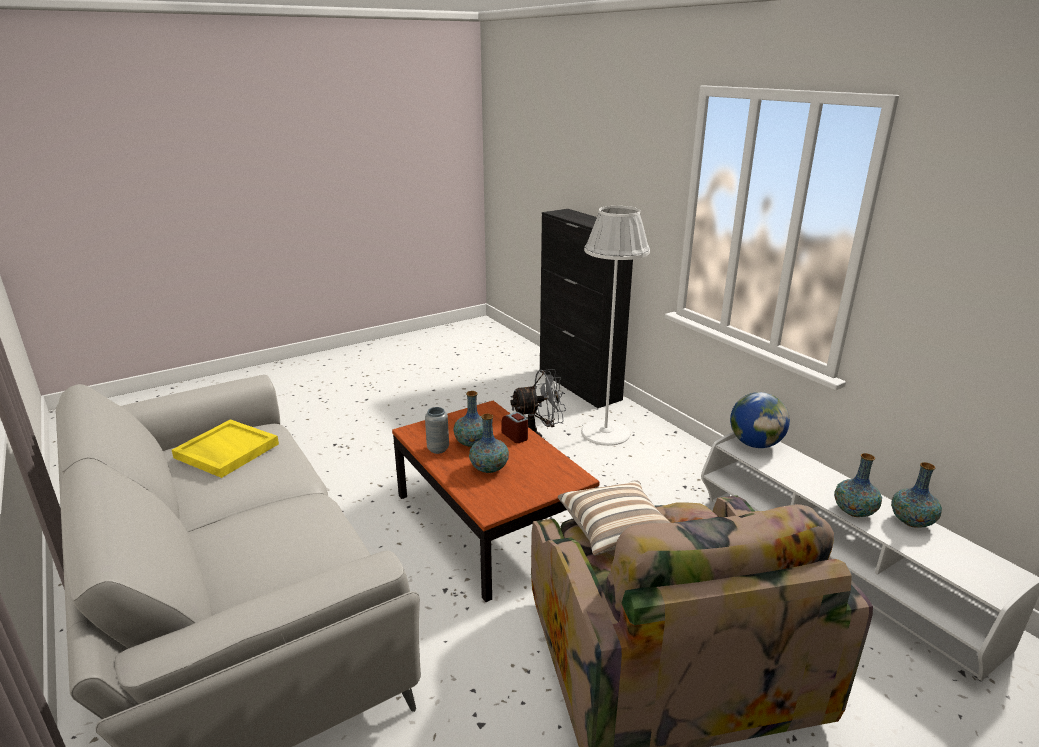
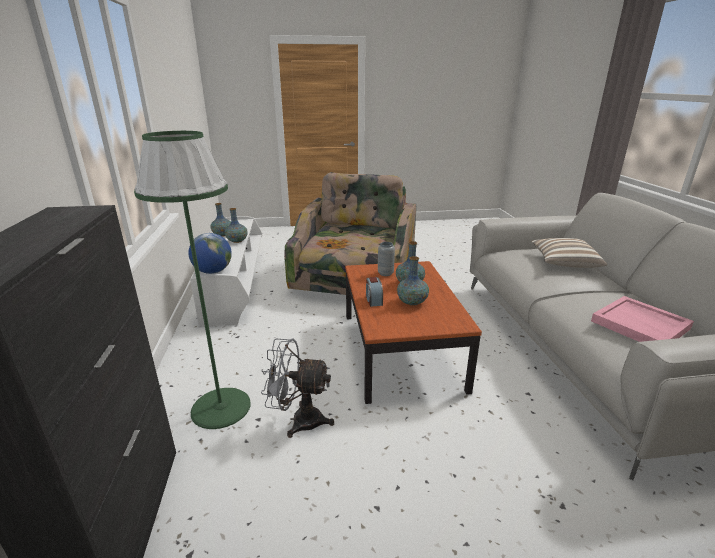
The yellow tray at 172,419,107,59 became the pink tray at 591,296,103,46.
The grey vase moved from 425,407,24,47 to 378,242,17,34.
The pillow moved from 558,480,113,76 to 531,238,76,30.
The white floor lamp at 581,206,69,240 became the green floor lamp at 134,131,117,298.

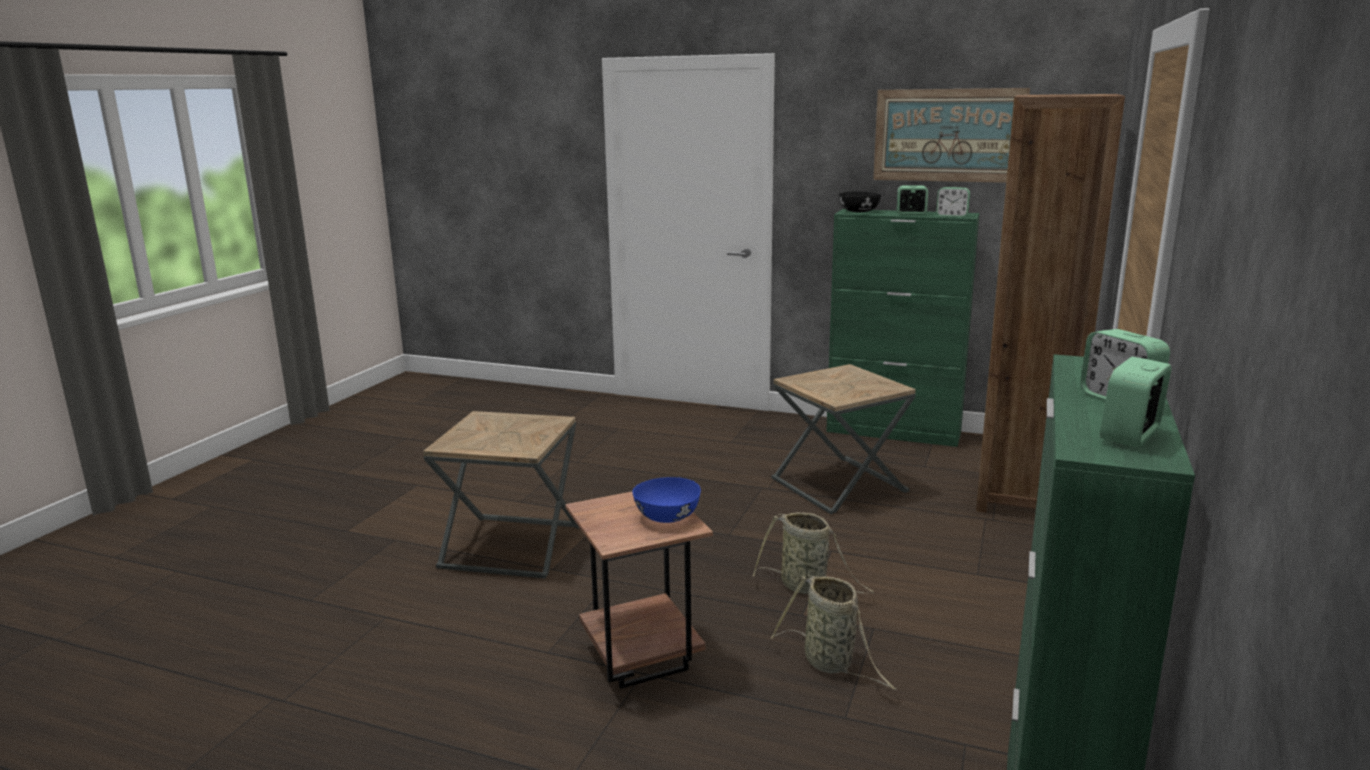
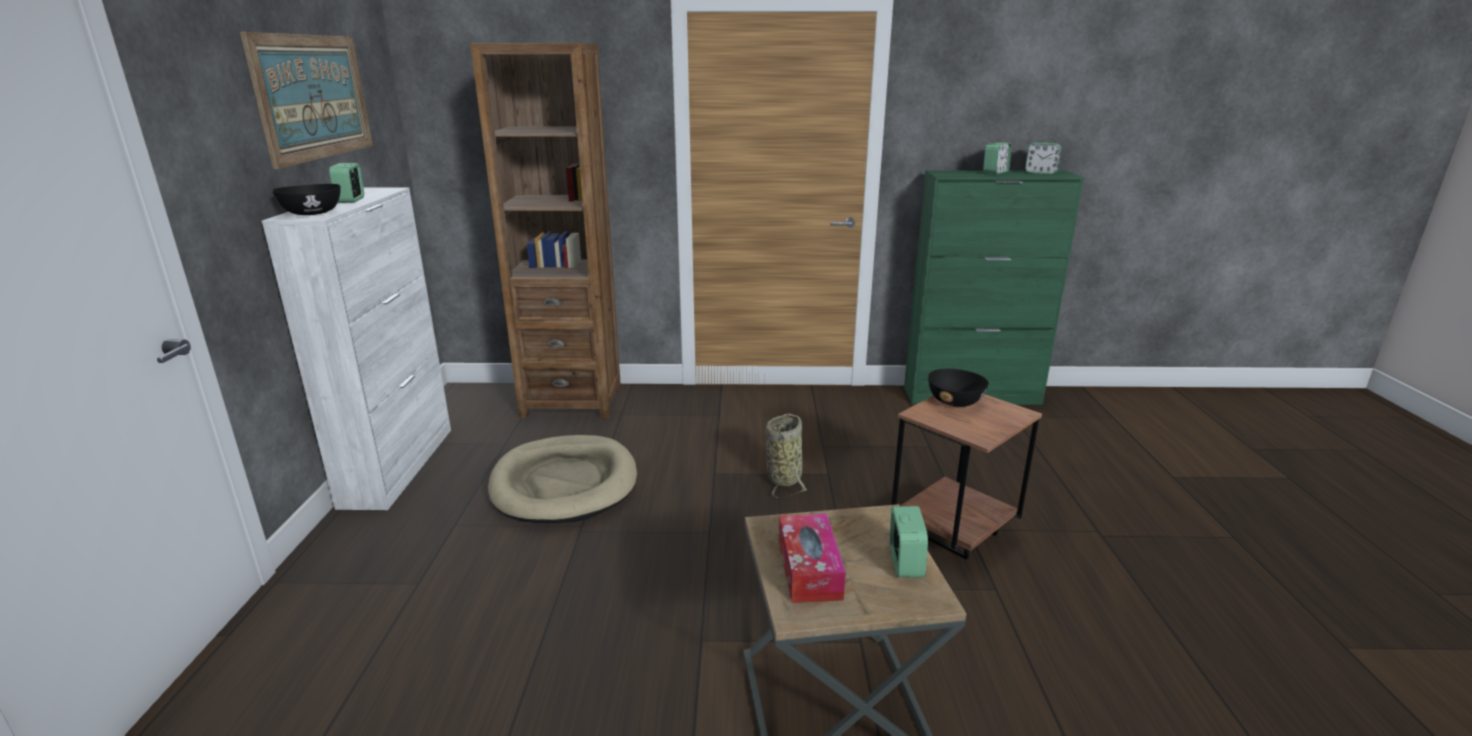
The blue bowl at 633,477,68,46 became the black bowl at 928,369,61,38.
The basket at 771,575,126,115 disappeared.
The brown side table at 772,364,144,150 was replaced by the beige dog bed at 488,435,149,88.
The green cabinet at 826,209,154,238 became the white cabinet at 262,187,189,323.
The alarm clock moved from 936,187,34,30 to 890,506,38,72.
The tissue box at 779,514,67,89 appeared.

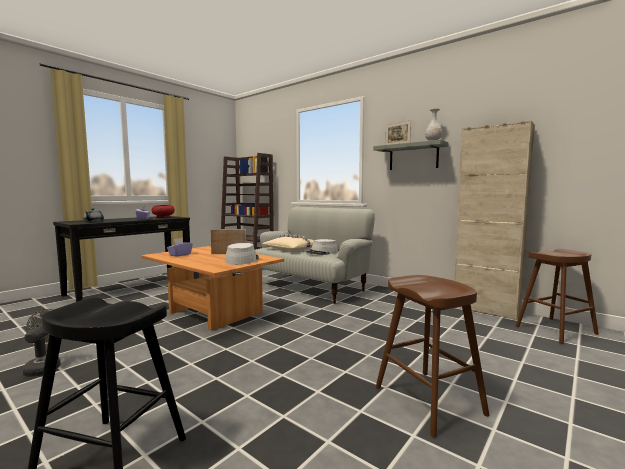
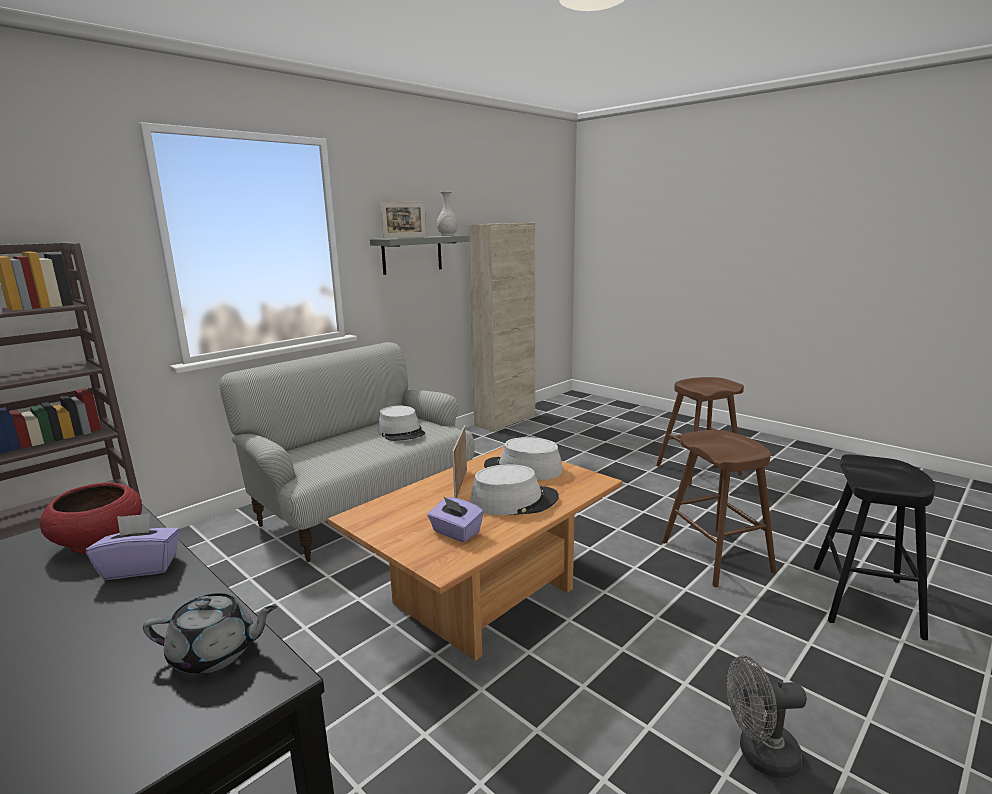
The beige pillow at 262,234,52,17 disappeared.
The brown stool moved from 516,249,83,95 to 662,430,114,157.
The grey hat at 470,464,89,51 appeared.

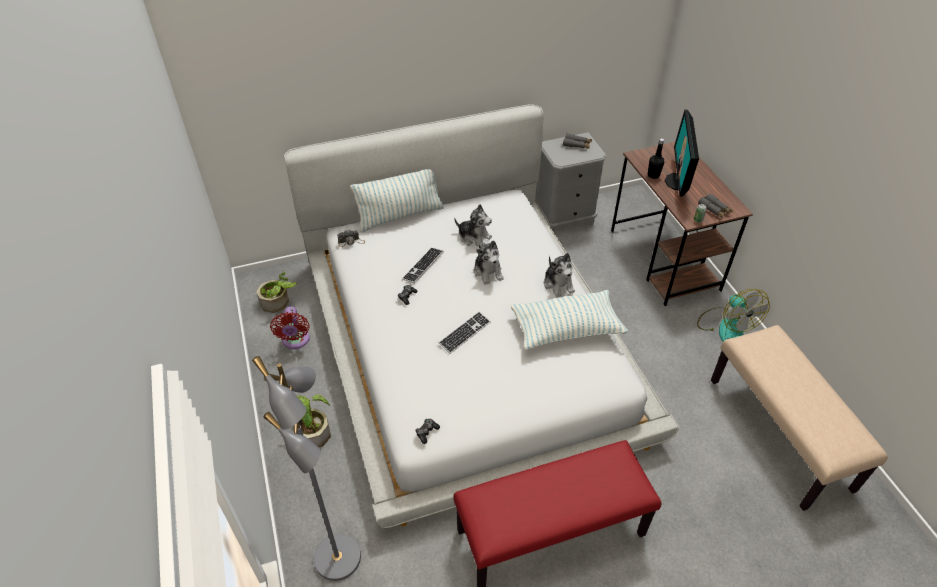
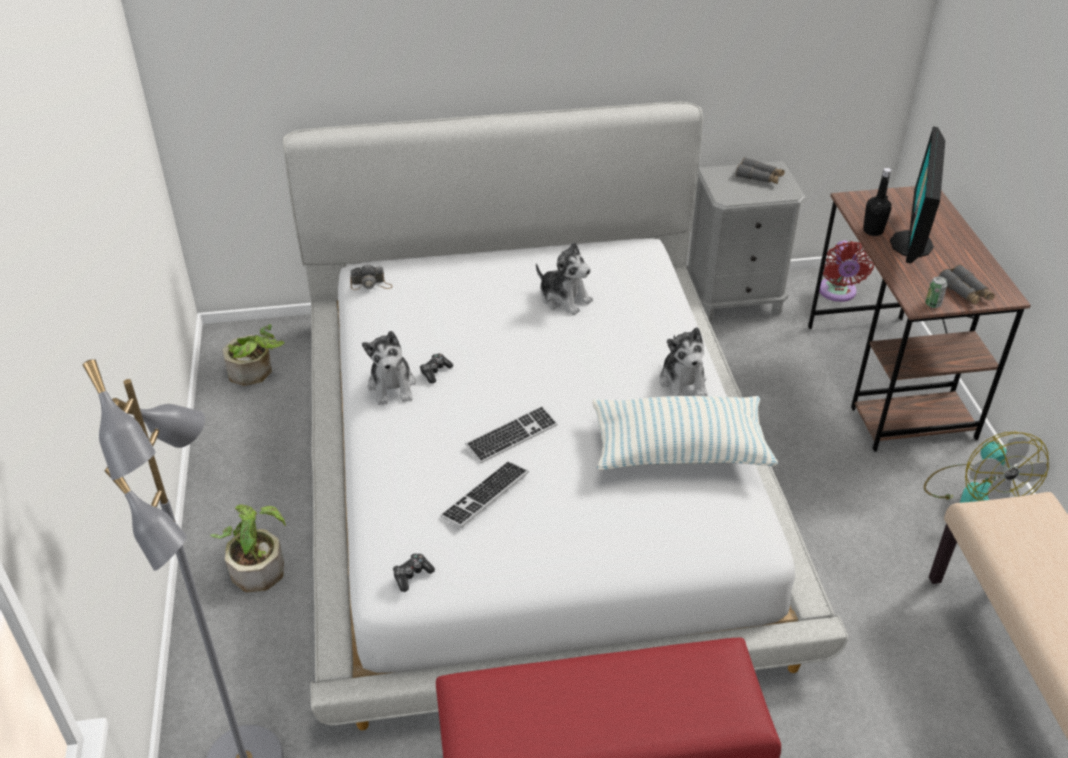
The red fan moved from 270,306,40,43 to 819,241,55,61.
The pillow at 350,169,94,63 disappeared.
The keyboard moved from 402,248,42,36 to 440,461,88,67.
The plush toy moved from 474,240,30,45 to 362,331,54,74.

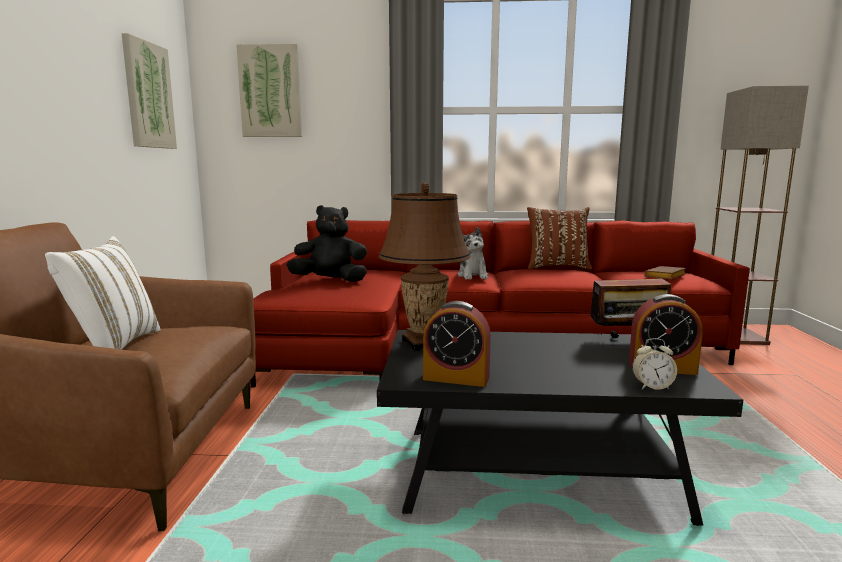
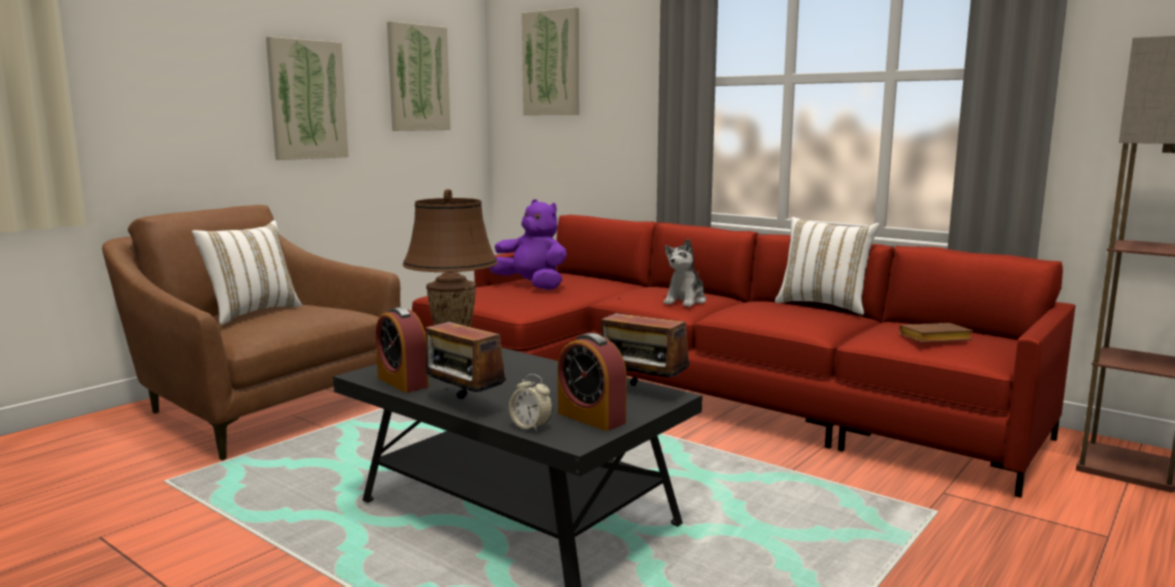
The black plush toy at 287,205,80,77 became the purple plush toy at 489,199,78,91.
The brown pillow at 527,207,65,63 became the white pillow at 775,217,105,98.
The picture at 266,37,83,123 appeared.
The radio at 426,306,80,93 appeared.

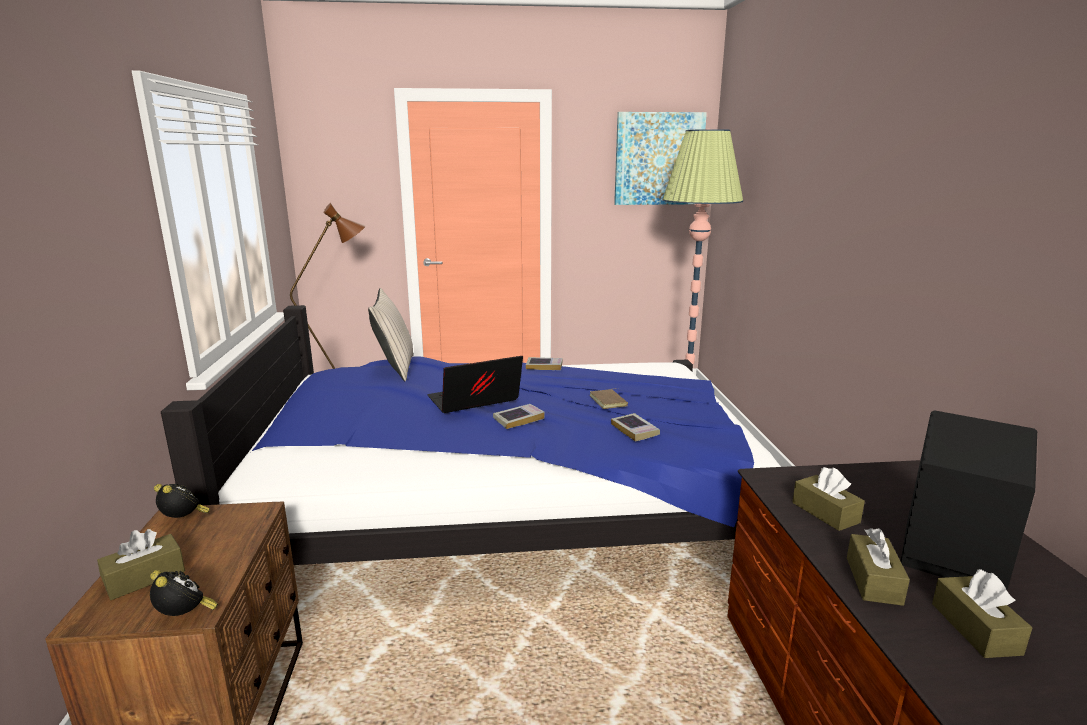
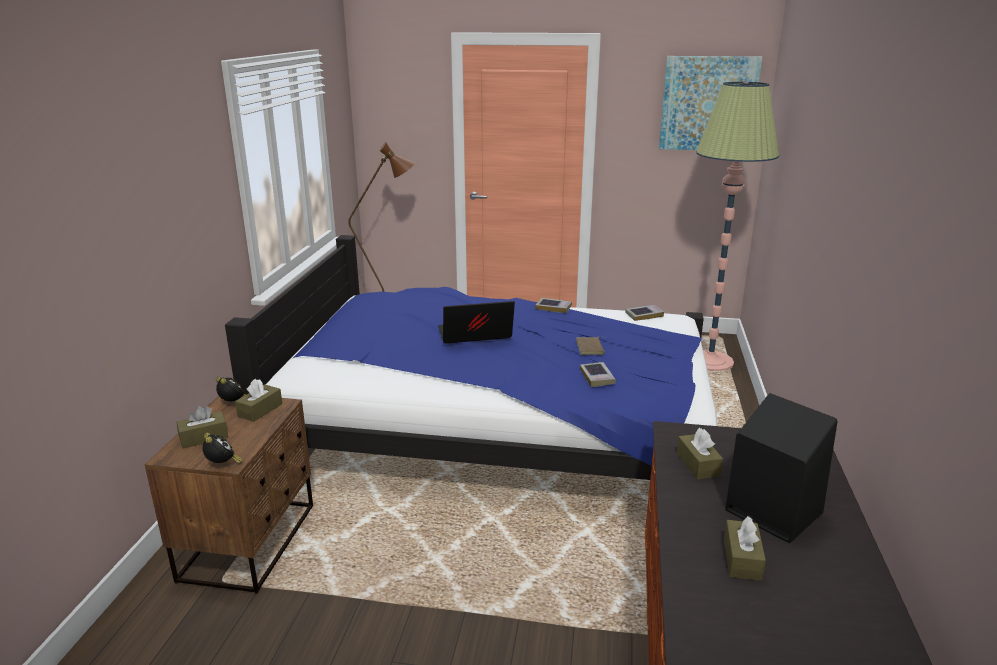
The beige pillow at 368,288,45,93 disappeared.
The book moved from 493,404,52,25 to 625,305,39,16.
The brown tissue box moved from 847,528,63,78 to 235,379,47,43.

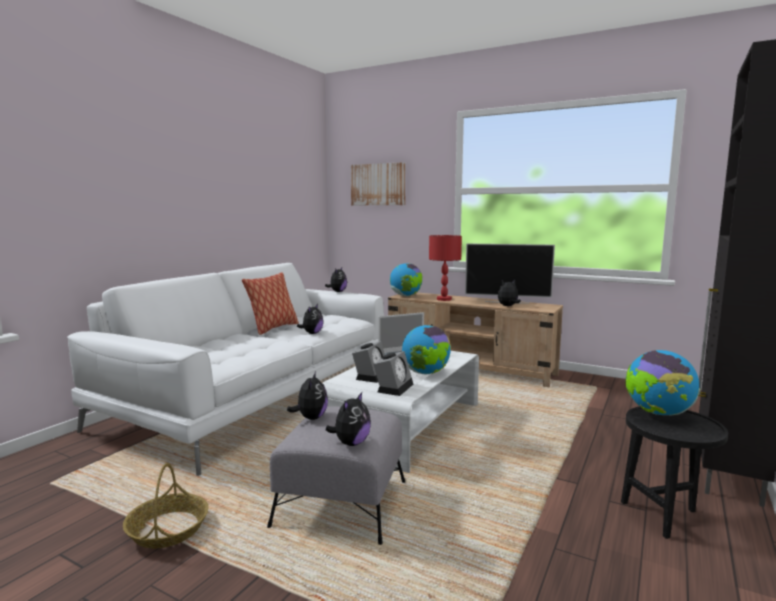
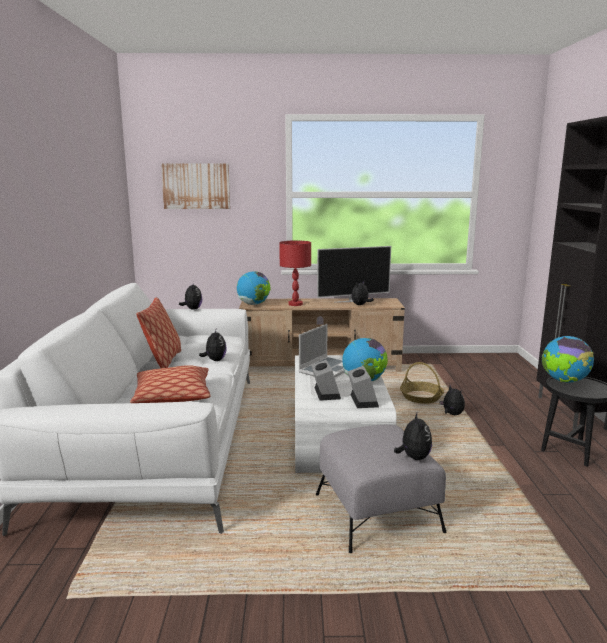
The basket moved from 123,463,86,85 to 400,362,44,42.
The plush toy moved from 287,371,41,49 to 440,385,25,30.
The pillow at 130,365,81,38 appeared.

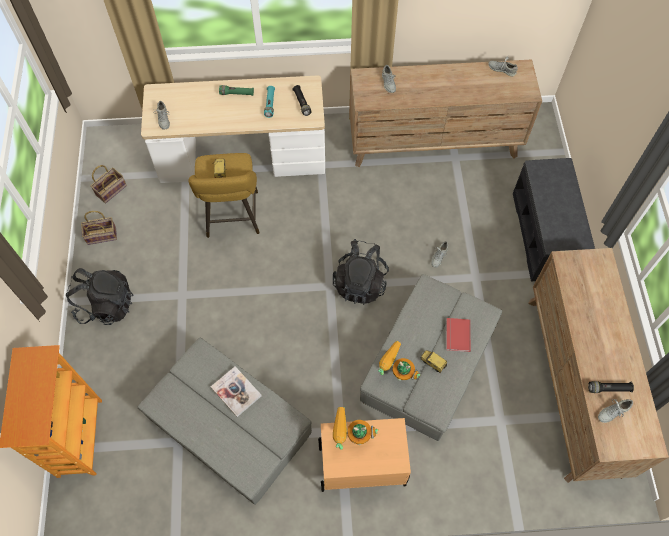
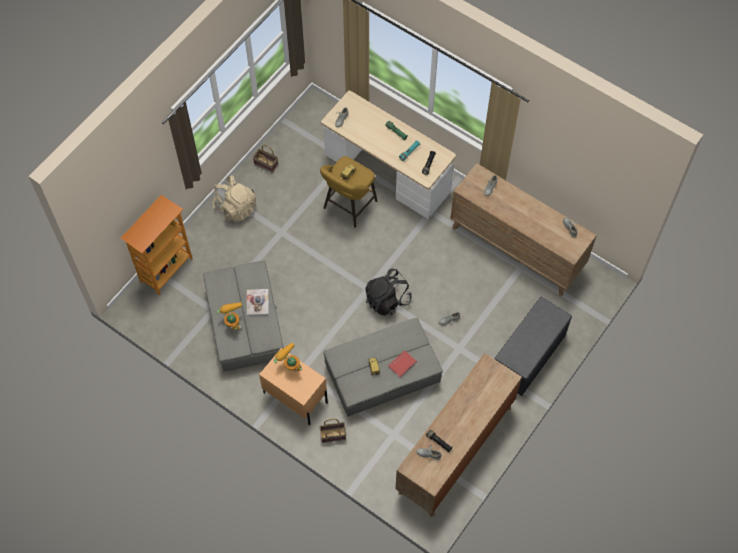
The black backpack at 66,268,68,57 became the beige backpack at 212,175,44,47.
The basket moved from 90,165,37,39 to 319,419,27,24.
The toy robot moved from 378,341,42,40 to 217,302,25,28.

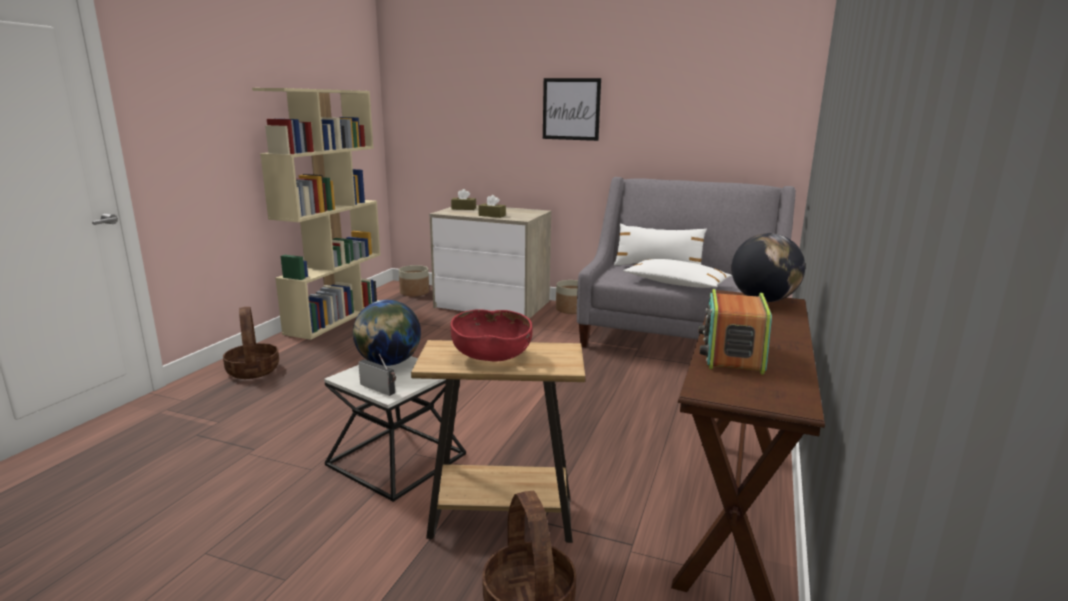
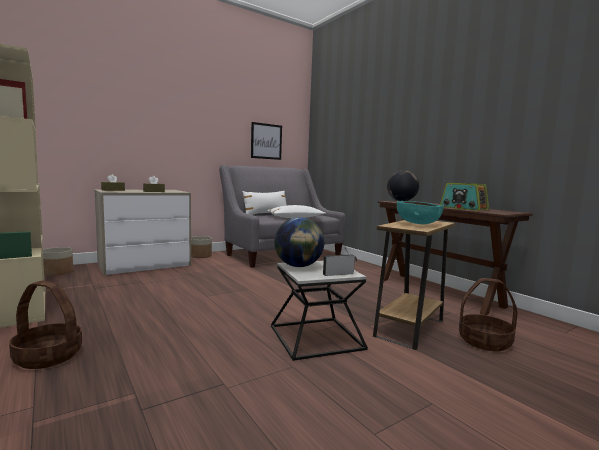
The red bowl at 450,309,83,52 became the turquoise bowl at 397,201,47,23.
The picture moved from 543,78,58,63 to 251,122,31,38.

